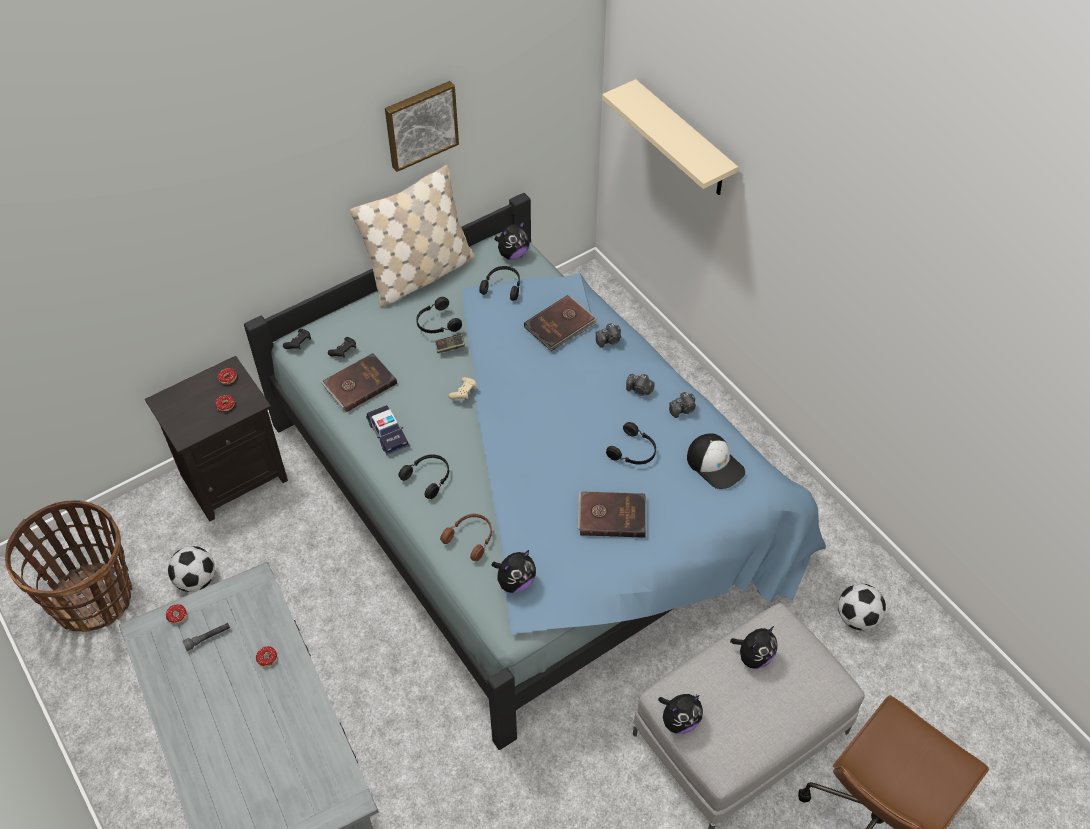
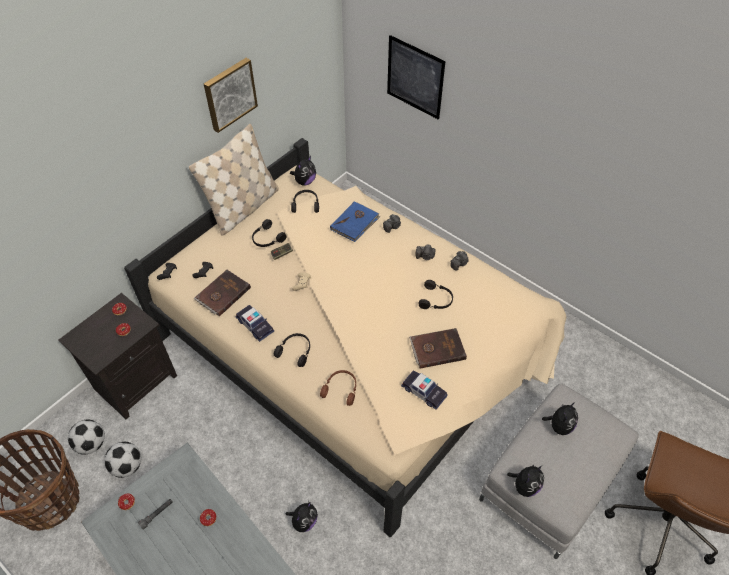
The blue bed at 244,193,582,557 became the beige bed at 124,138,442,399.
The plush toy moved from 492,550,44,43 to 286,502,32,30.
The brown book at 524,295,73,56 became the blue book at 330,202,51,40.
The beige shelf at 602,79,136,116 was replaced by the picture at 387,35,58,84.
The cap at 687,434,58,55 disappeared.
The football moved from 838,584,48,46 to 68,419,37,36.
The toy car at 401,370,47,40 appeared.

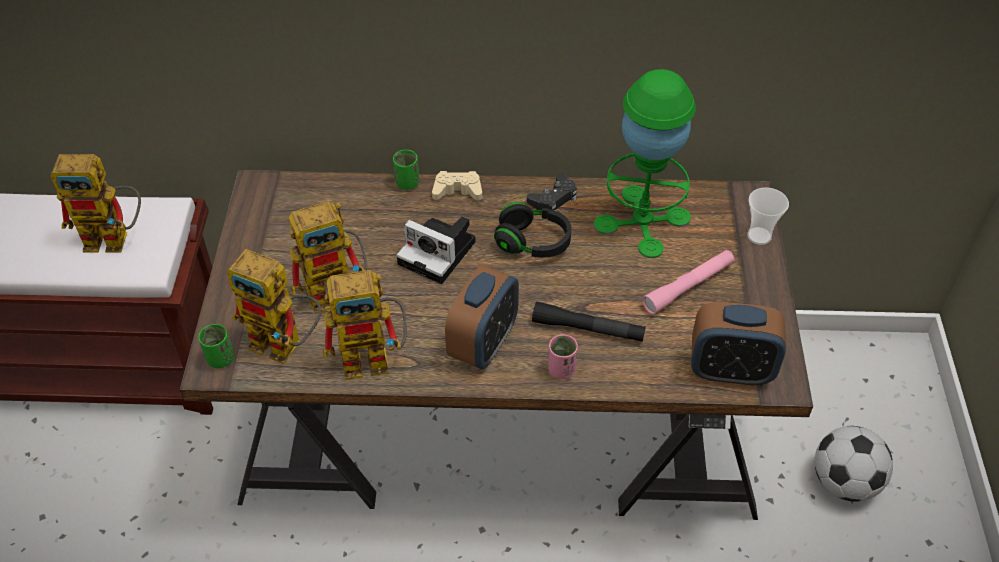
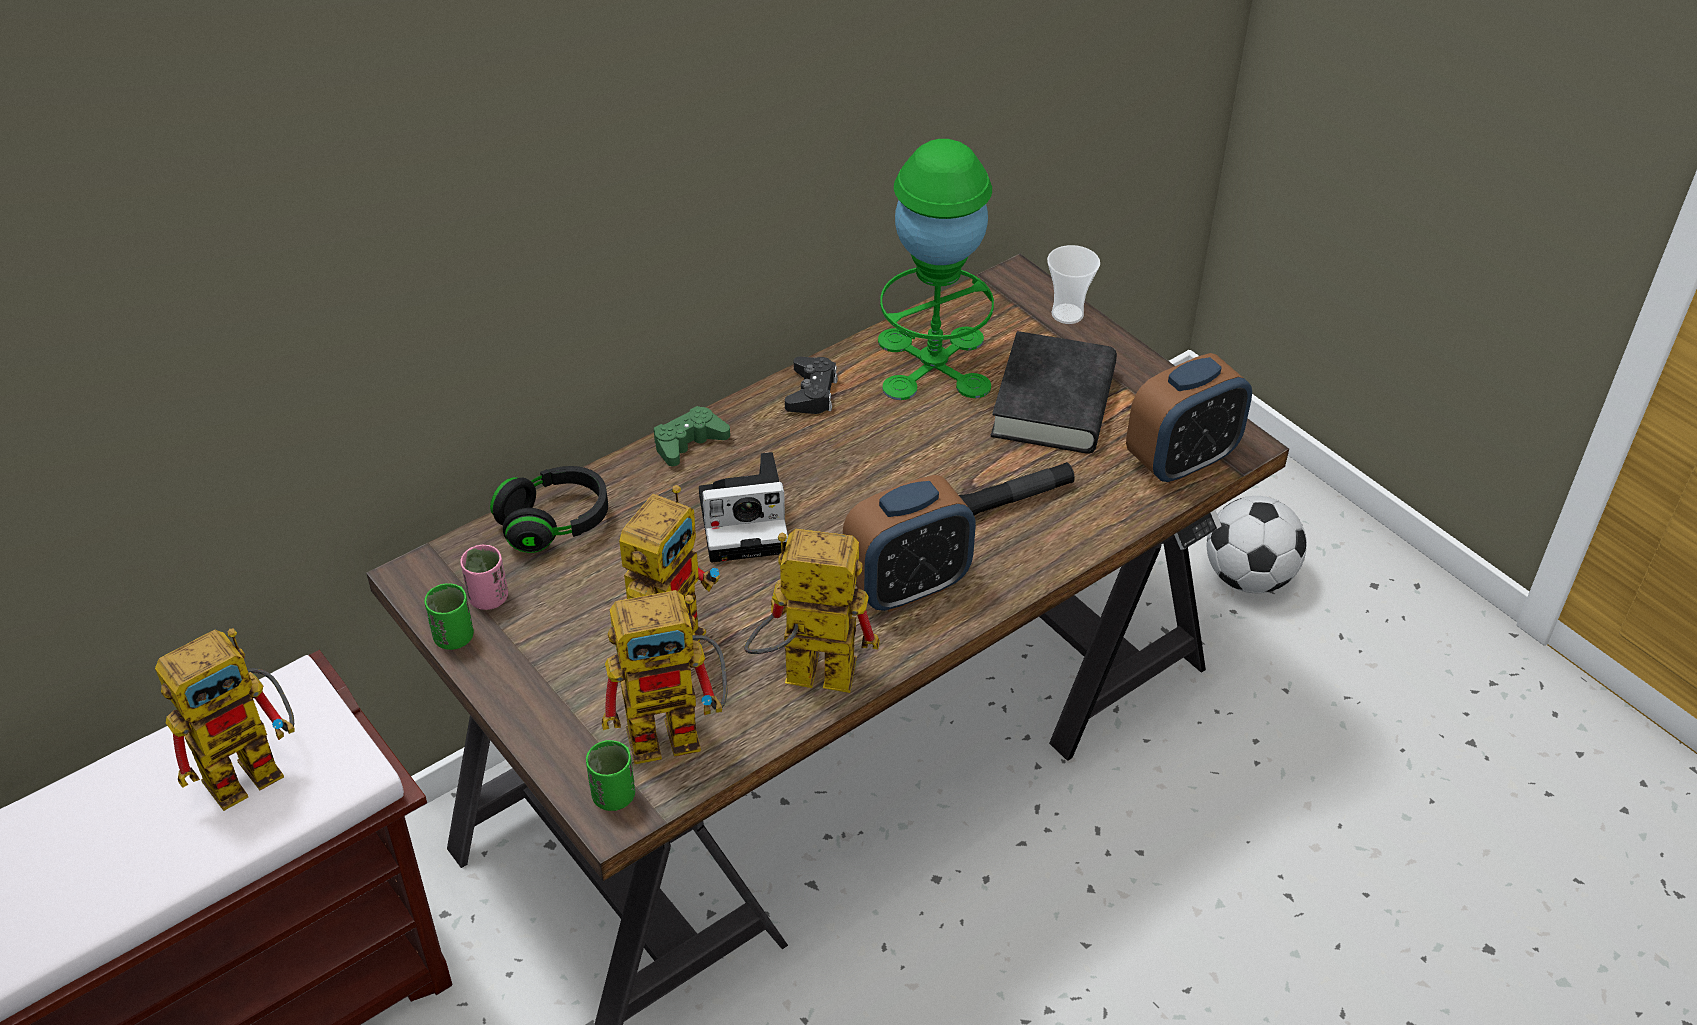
The toy robot at 323,270,84,110 turned 120 degrees counterclockwise.
The green cup moved from 393,150,26,40 to 424,583,50,67.
The beige game controller at 432,171,50,29 became the green game controller at 654,406,76,60.
The alarm clock at 445,265,74,104 turned 75 degrees clockwise.
The black headphones moved from 494,202,77,56 to 490,466,118,87.
The pink cup moved from 548,334,30,45 to 461,545,47,65.
The pink flashlight at 642,250,92,64 was replaced by the black book at 991,331,126,123.

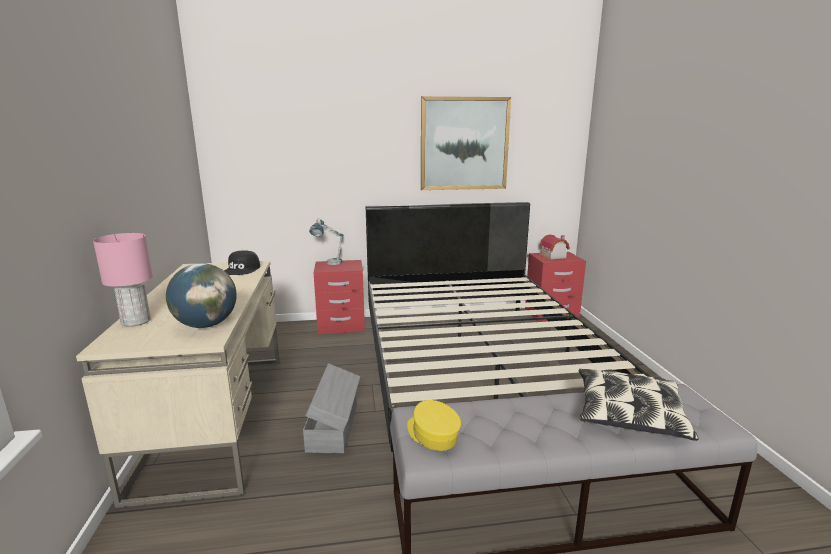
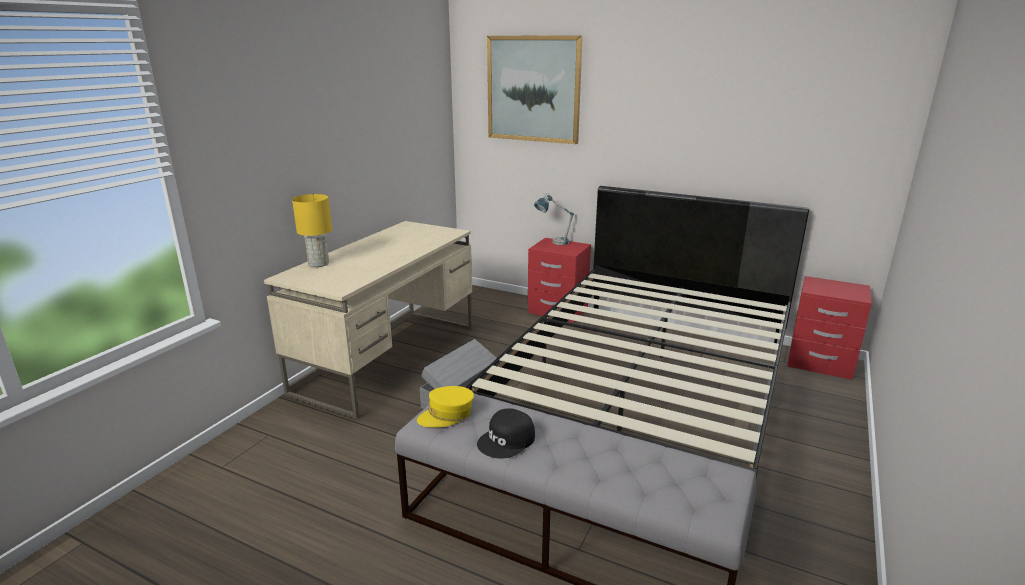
The pink table lamp at 93,233,60,94 became the yellow table lamp at 292,194,40,73.
The globe at 166,263,71,65 disappeared.
The black cap moved from 224,250,36,25 to 477,408,58,50.
The yellow cap at 407,400,54,51 turned 120 degrees counterclockwise.
The picture moved from 421,96,90,94 to 487,36,96,108.
The toy house at 539,234,31,25 disappeared.
The pillow at 579,369,120,72 disappeared.

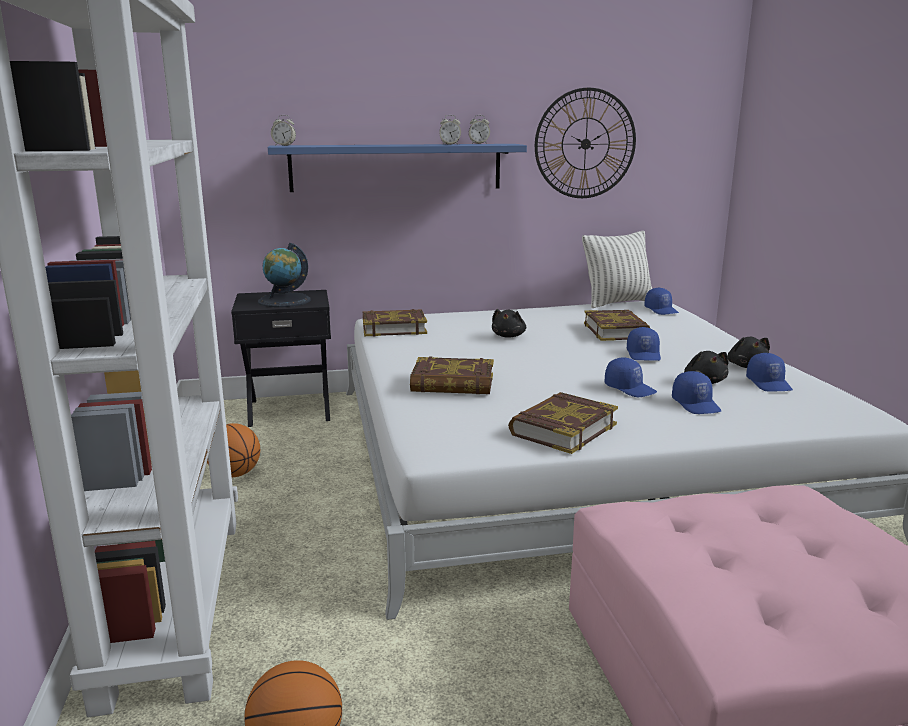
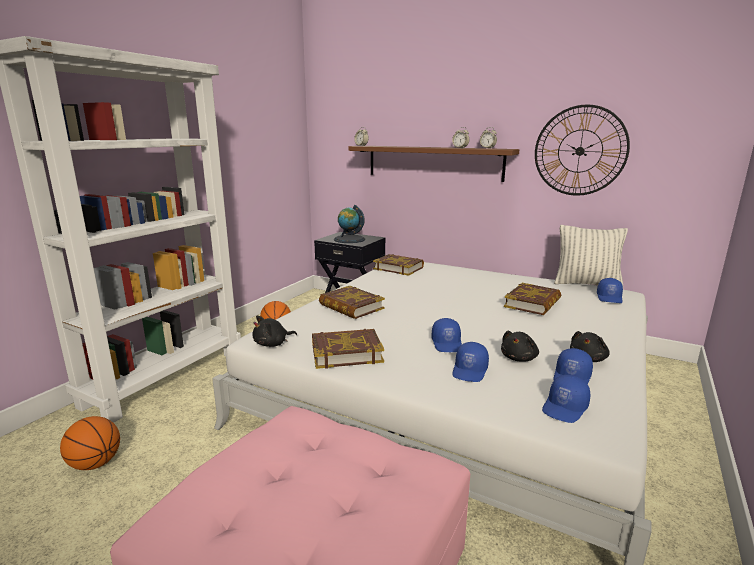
The blue shelf at 268,144,259,48 became the brown shelf at 348,146,172,36.
The black plush toy moved from 492,309,34,28 to 253,316,44,31.
The blue cap moved from 627,327,34,34 to 542,375,48,48.

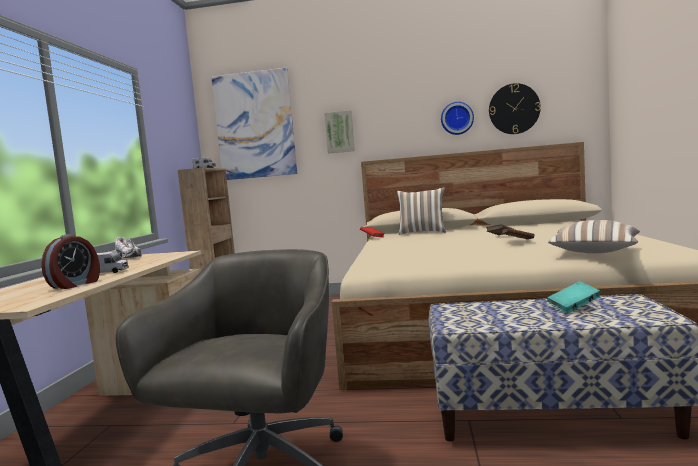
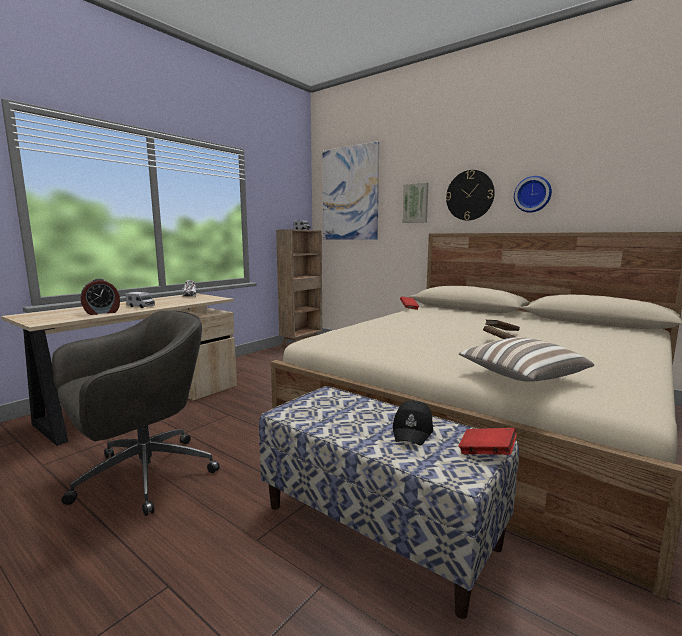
The pillow at 397,187,49,48 disappeared.
The wall clock moved from 489,83,52,51 to 446,170,49,51.
The turquoise book at 547,281,53,32 was replaced by the black cap at 392,400,41,46.
The red book at 458,428,59,27 appeared.

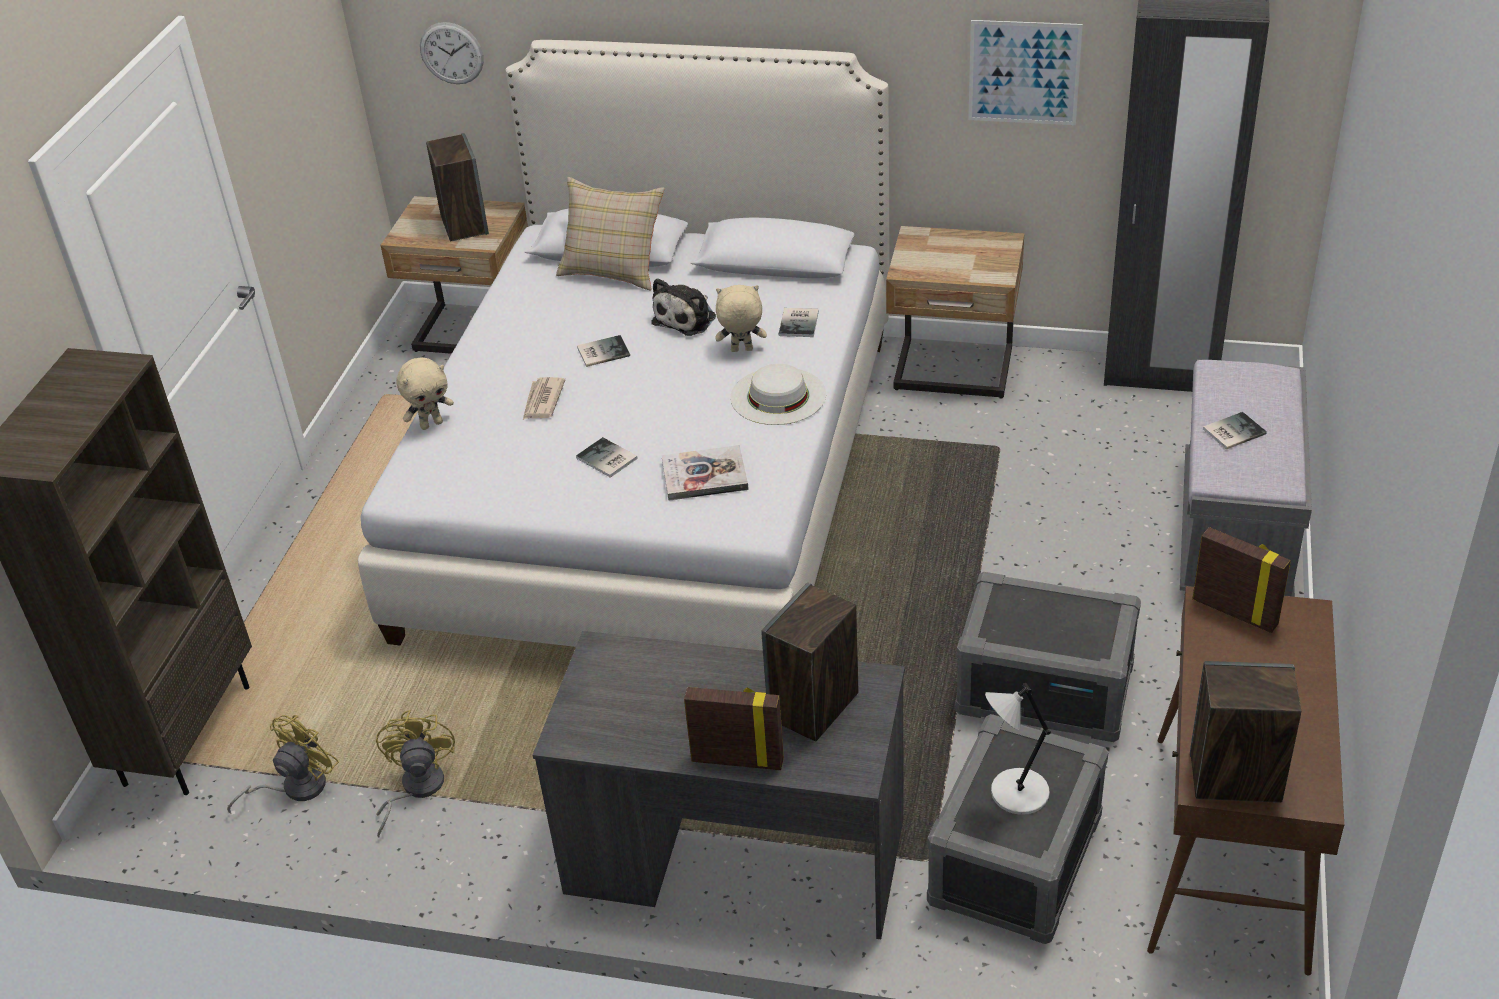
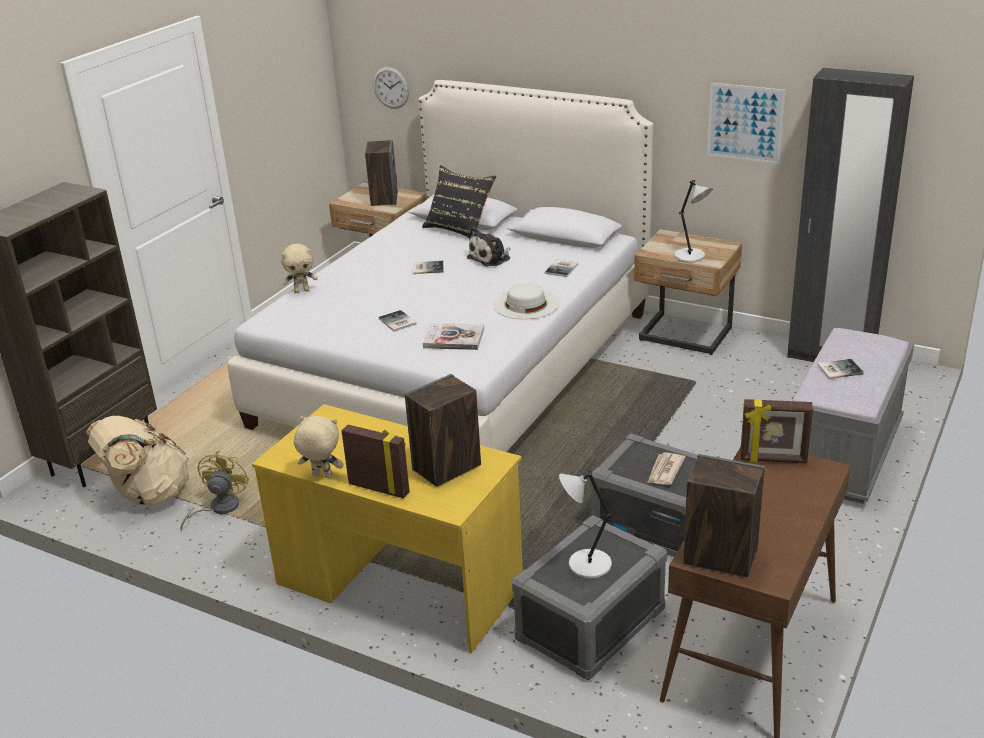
The yellow fan at 227,715,112,98 was replaced by the beige backpack at 86,416,103,90.
The newspaper moved from 523,377,42,43 to 647,452,39,33.
The grey desk at 532,631,373,308 became the yellow desk at 252,404,271,249.
The beige pillow at 556,177,109,113 became the black pillow at 422,165,74,74.
The beige plush toy moved from 715,285,52,67 to 294,416,50,62.
The picture frame at 1192,527,99,106 turned 135 degrees clockwise.
The grey table lamp at 674,180,39,83 appeared.

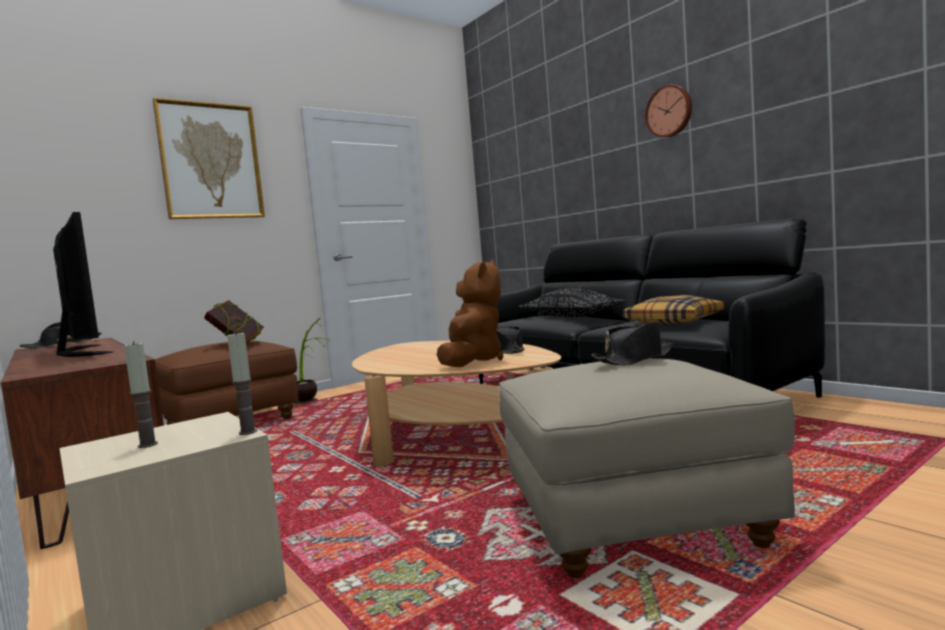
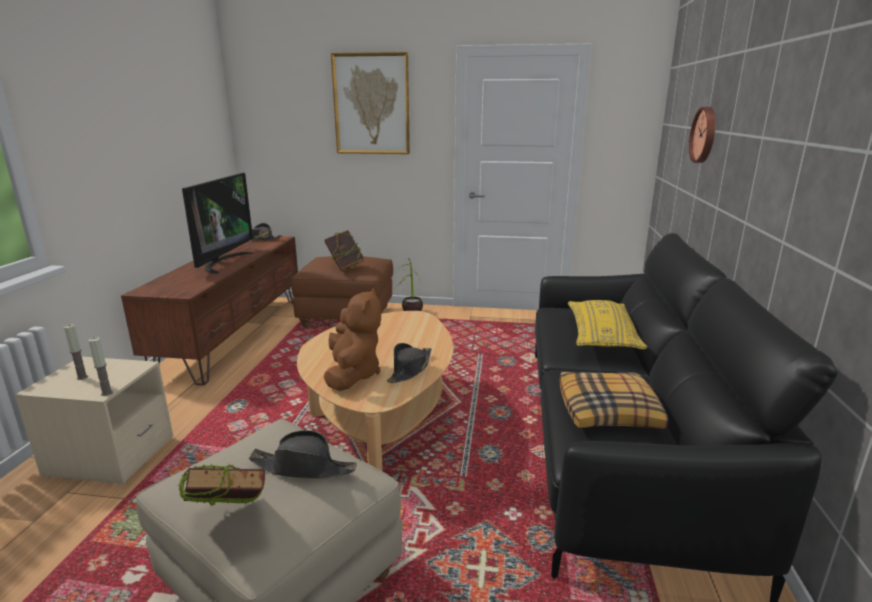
The brown plush toy at 437,259,67,108 turned 60 degrees counterclockwise.
The black pillow at 519,288,107,29 became the yellow pillow at 568,300,79,49.
The wall clock moved from 645,85,47,53 to 689,107,27,56.
The book at 178,463,87,43 appeared.

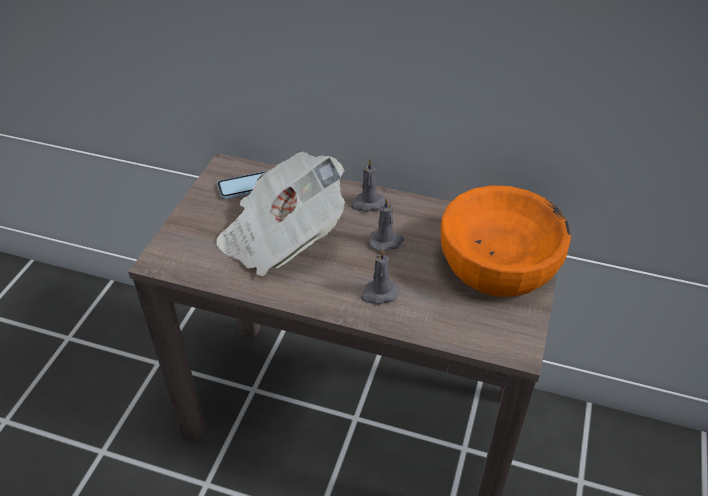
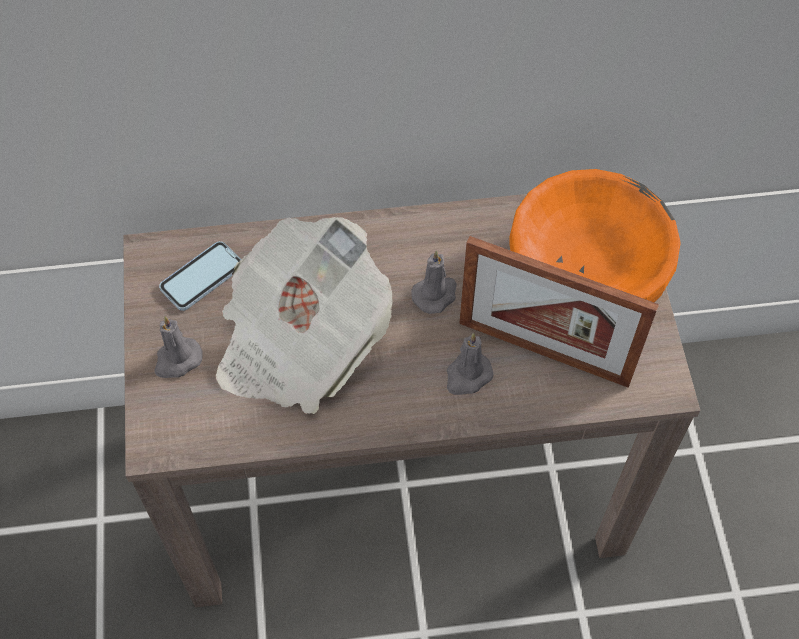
The grey candle moved from 351,159,34,53 to 154,316,49,62.
The picture frame at 459,236,200,152 appeared.

